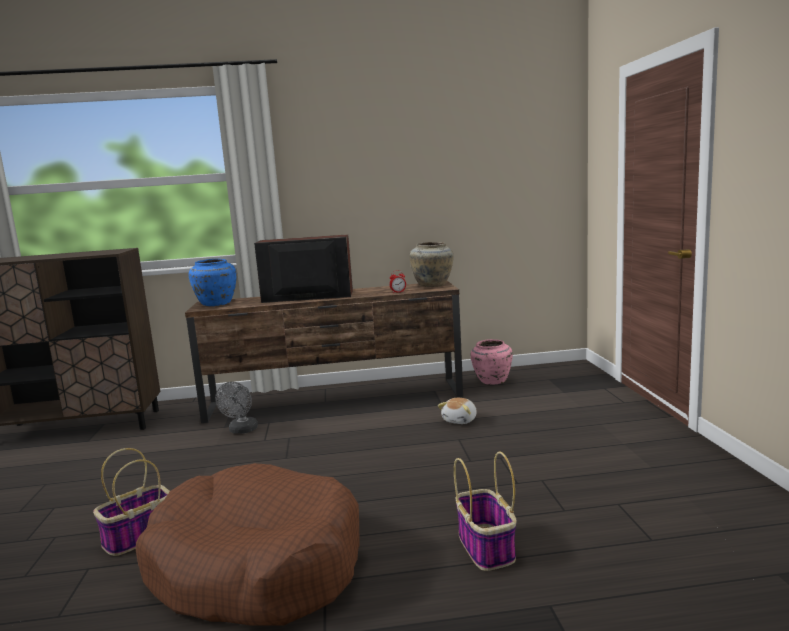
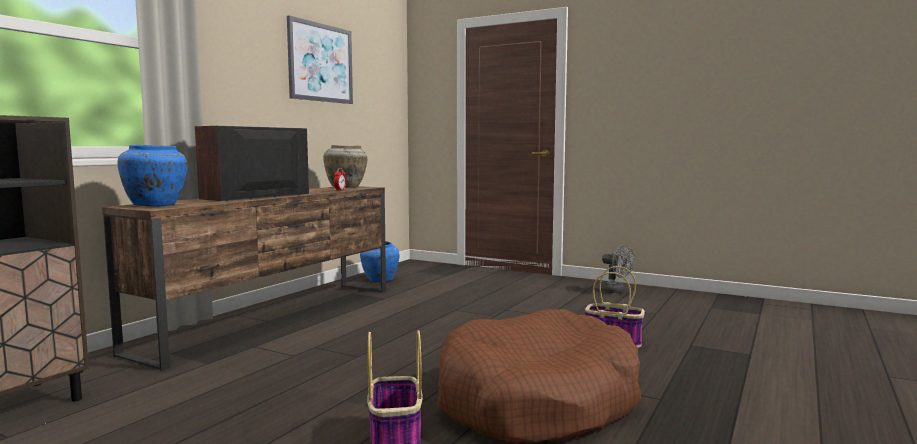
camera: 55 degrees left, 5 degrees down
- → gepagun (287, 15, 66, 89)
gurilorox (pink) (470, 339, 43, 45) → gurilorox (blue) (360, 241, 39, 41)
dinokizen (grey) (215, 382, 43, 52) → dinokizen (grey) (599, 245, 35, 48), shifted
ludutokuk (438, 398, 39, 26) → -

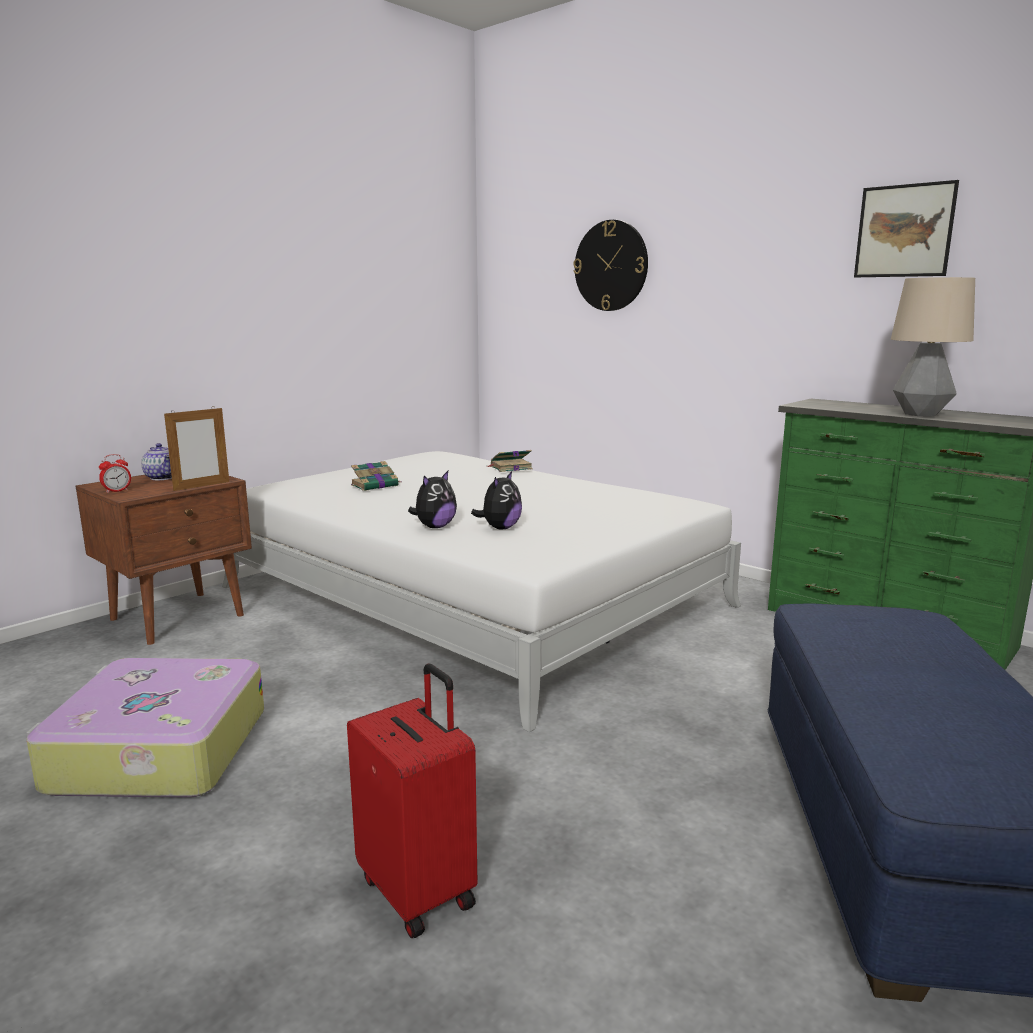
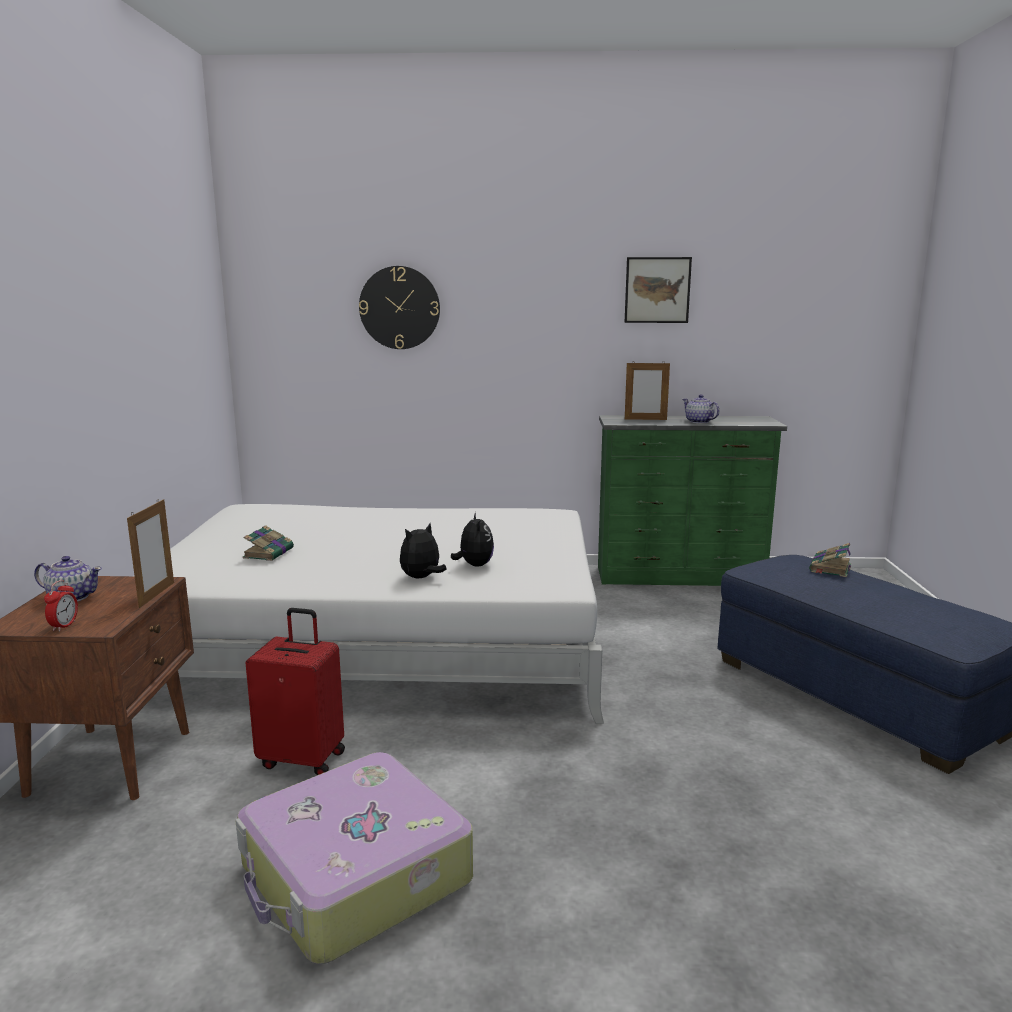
camera: 40 degrees left, 0 degrees up
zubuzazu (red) (347, 664, 130, 274) → zubuzazu (red) (246, 608, 99, 167), shifted
ludutokuk (408, 471, 49, 57) → ludutokuk (400, 523, 47, 55), 135 degrees counterclockwise
- → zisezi (625, 363, 45, 57)
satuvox (891, 277, 84, 140) → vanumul (683, 394, 37, 30)
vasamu (488, 450, 45, 22) → vasamu (809, 543, 42, 34), shifted

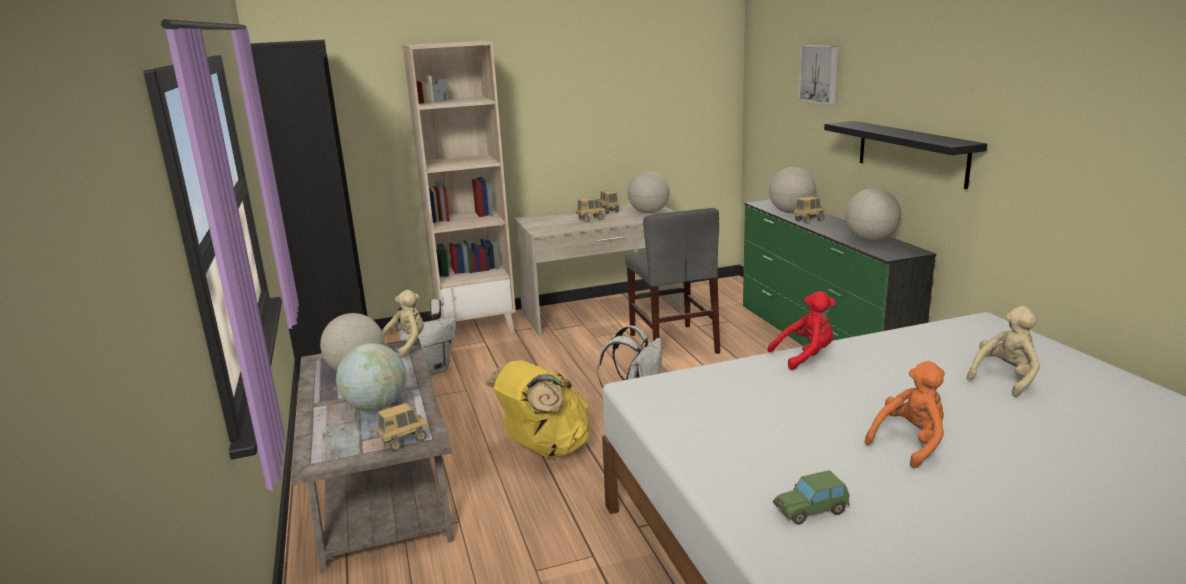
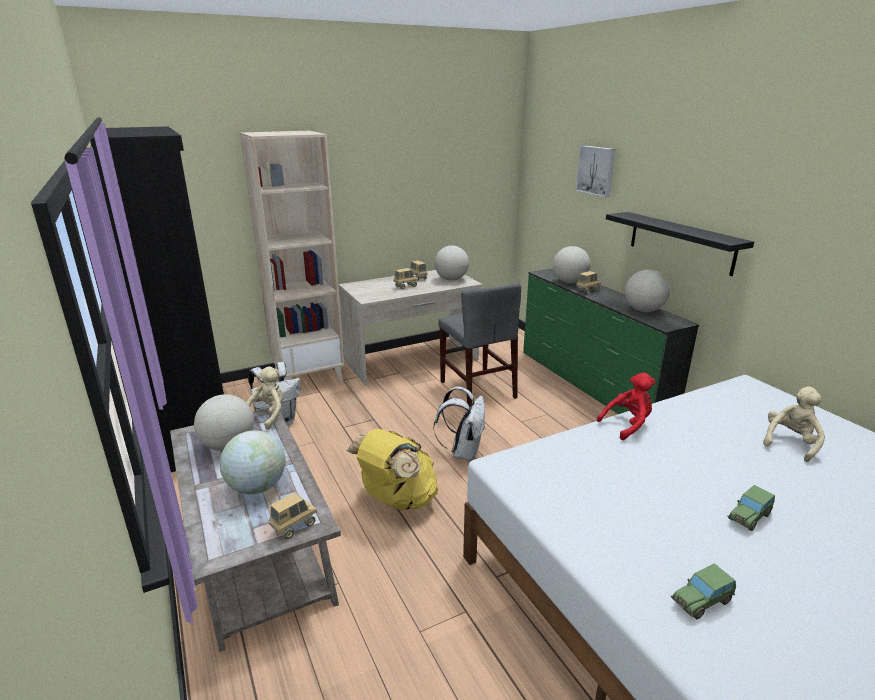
camera: 10 degrees left, 5 degrees up
ludutokuk (orange) (865, 361, 80, 107) → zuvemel (727, 485, 48, 46)

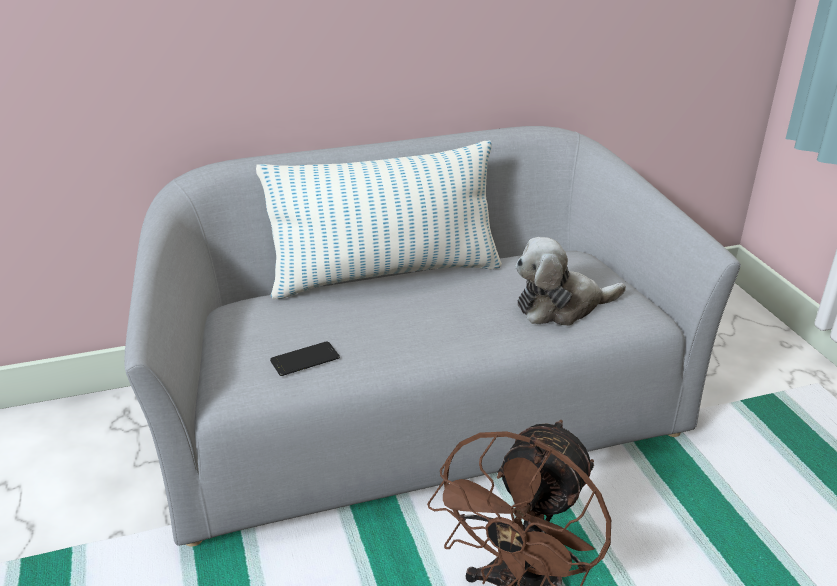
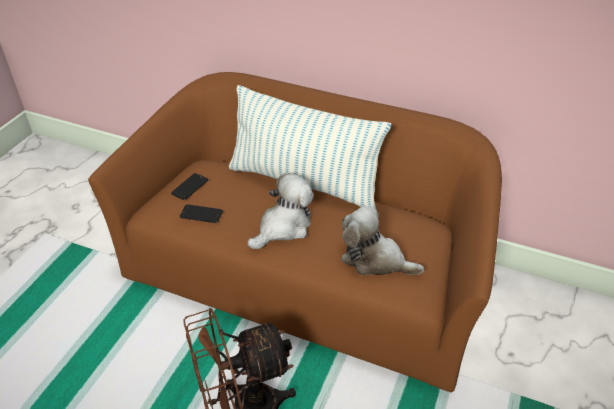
camera: 40 degrees right, 10 degrees up
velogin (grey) (124, 126, 617, 421) → velogin (brown) (88, 72, 414, 320)
- → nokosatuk (171, 173, 37, 27)
- → ludutokuk (247, 173, 67, 76)

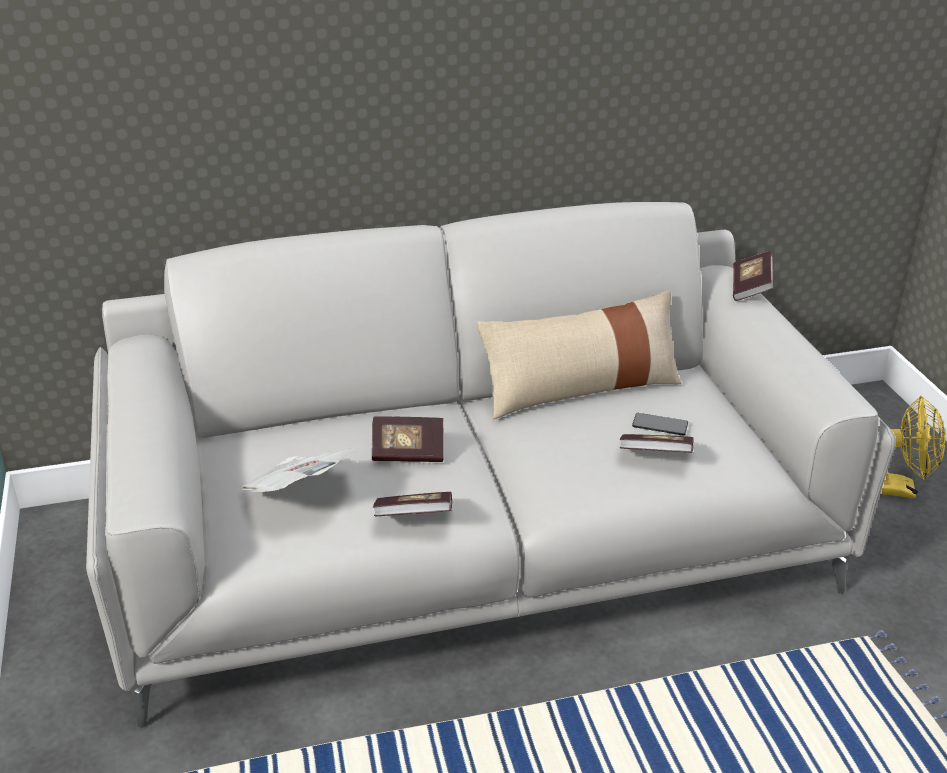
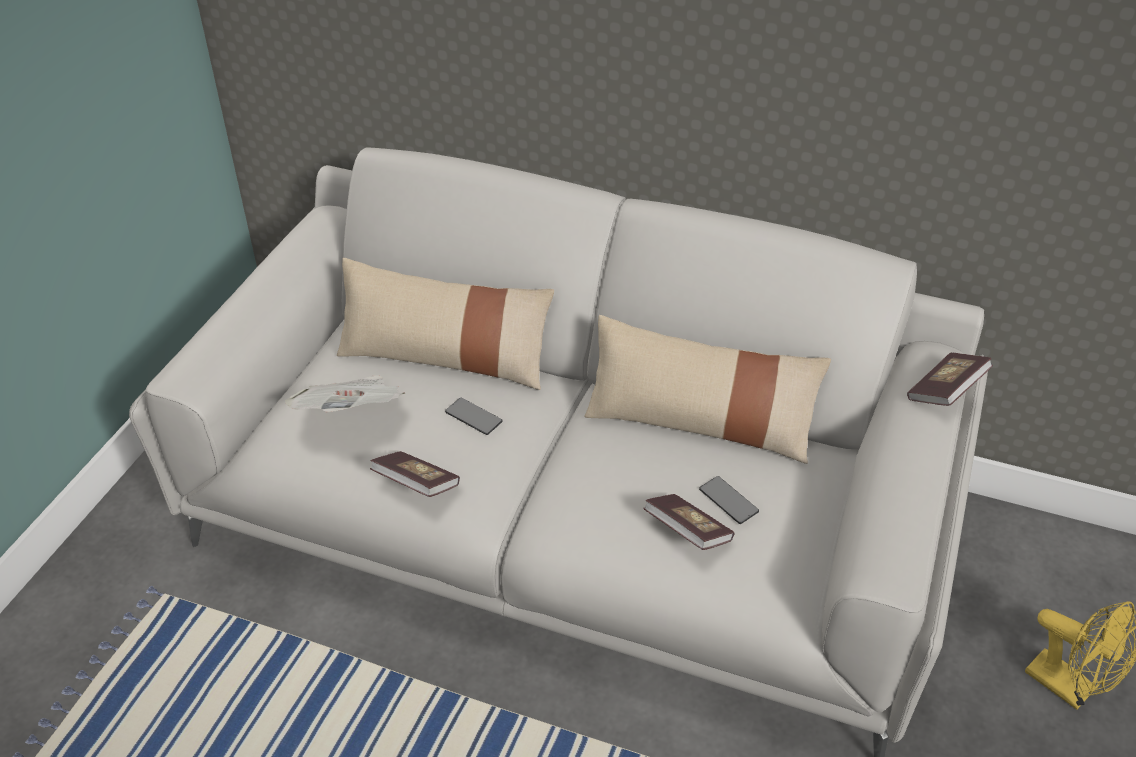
camera: 35 degrees right, 10 degrees up
- → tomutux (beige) (337, 258, 217, 132)
vasamu (372, 416, 72, 46) → nokosatuk (445, 398, 57, 37)

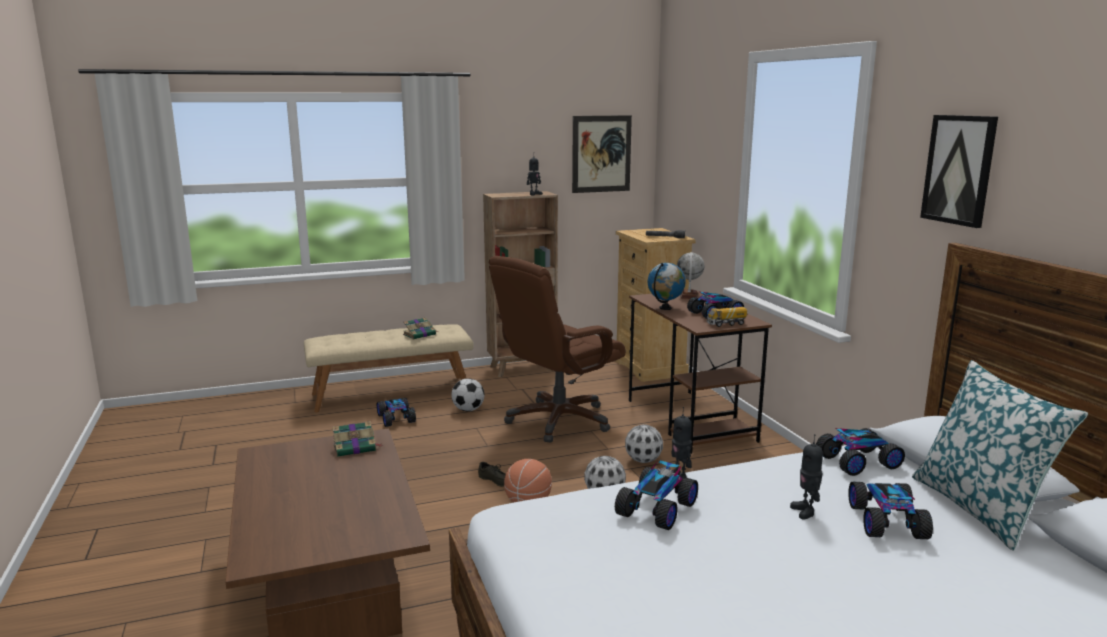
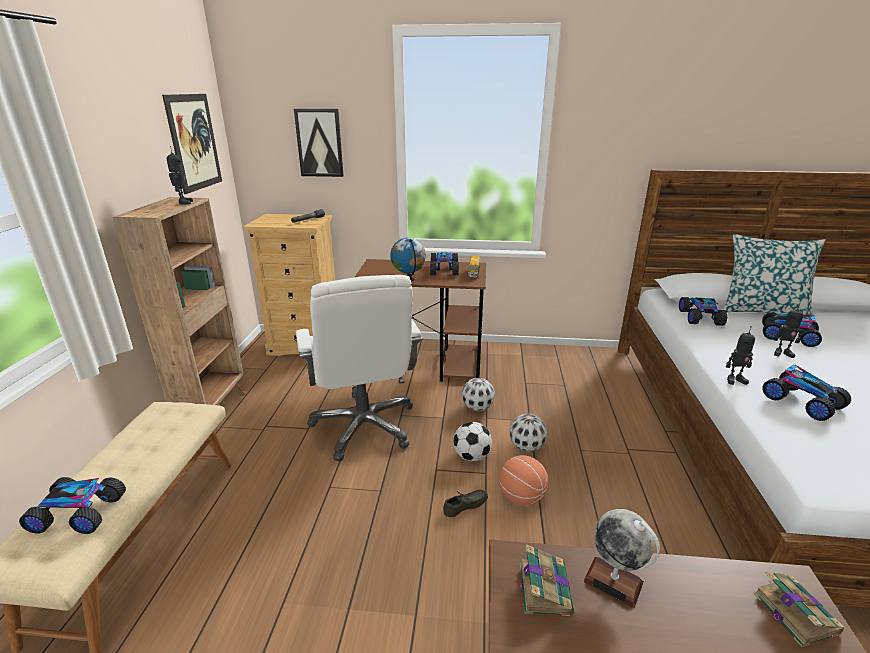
camera: 65 degrees left, 10 degrees up
zuvemel (377, 398, 39, 29) → zuvemel (19, 477, 107, 57), shifted
gepagun (920, 115, 78, 113) → gepagun (294, 109, 50, 68), shifted
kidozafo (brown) (489, 256, 137, 186) → kidozafo (white) (296, 275, 127, 187)
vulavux (451, 378, 33, 33) → vulavux (453, 422, 39, 39), shifted
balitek (677, 252, 28, 47) → balitek (584, 509, 76, 99), shifted
vasamu (403, 317, 33, 22) → vasamu (753, 572, 91, 75), shifted

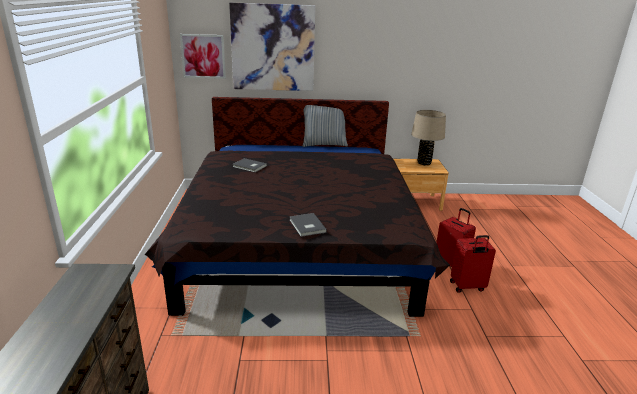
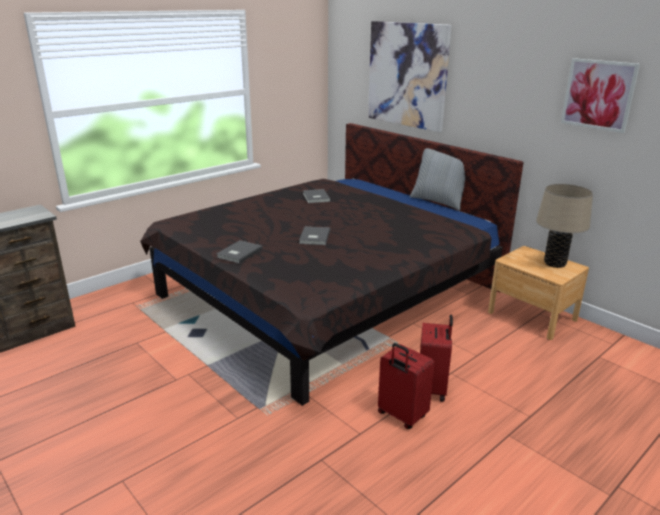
camera: 50 degrees right, 0 degrees up
- → vasamu (grey) (299, 227, 31, 18)
gepagun (180, 34, 46, 45) → gepagun (561, 58, 79, 75), shifted

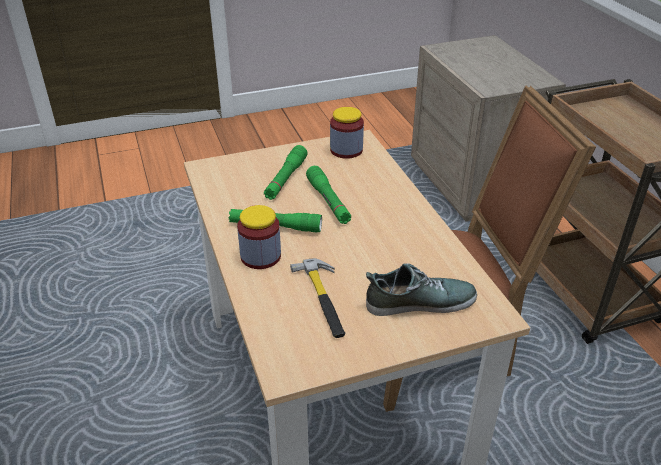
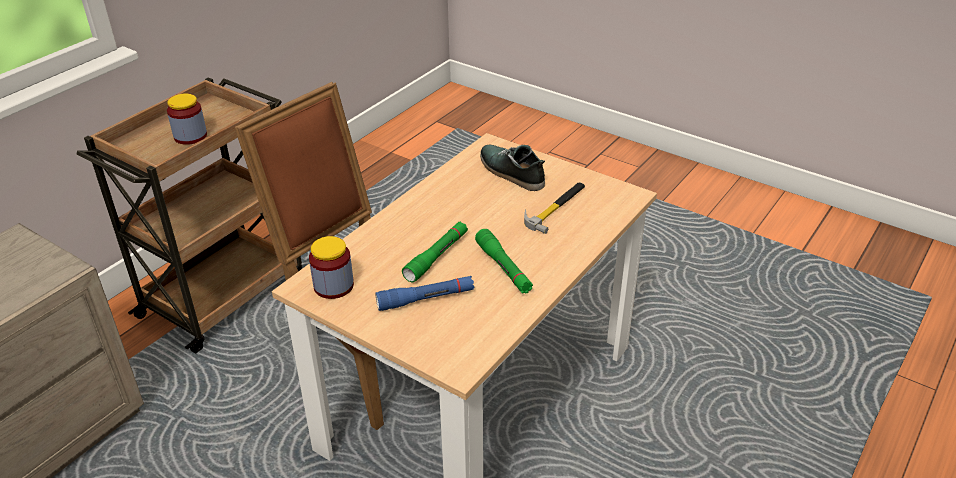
camera: 125 degrees left, 0 degrees up
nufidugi (237, 205, 44, 64) → nufidugi (167, 93, 40, 52), shifted
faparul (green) (264, 145, 43, 55) → faparul (blue) (375, 276, 99, 35)

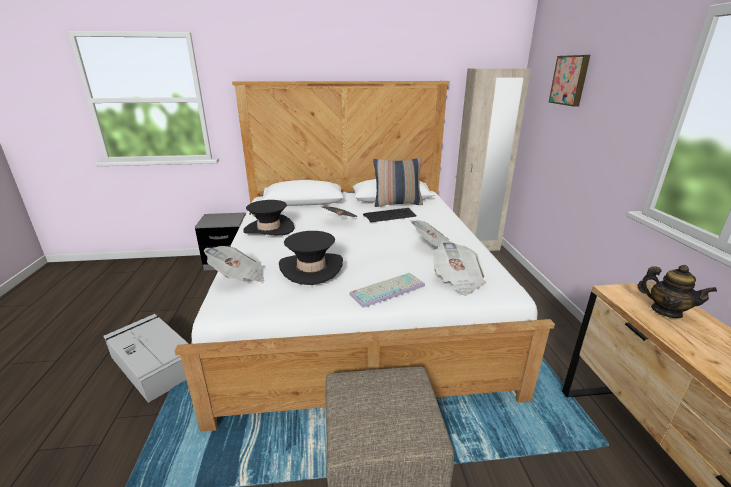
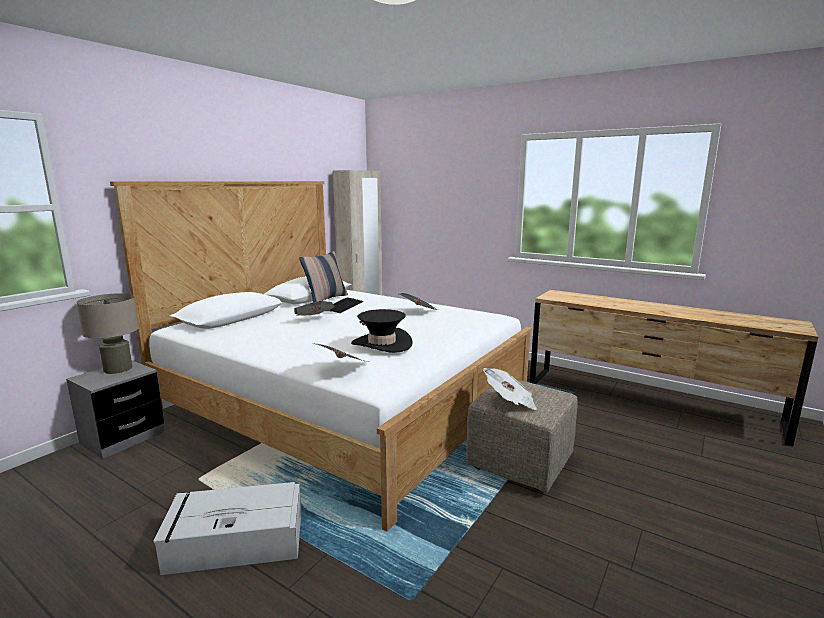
camera: 50 degrees left, 10 degrees down
- → satuvox (beige) (76, 293, 63, 81)
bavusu (433, 241, 53, 55) → bavusu (483, 368, 54, 42), shifted
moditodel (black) (243, 200, 52, 36) → -
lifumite (349, 273, 76, 35) → -
gepagun (549, 55, 41, 52) → -
vanumul (637, 265, 80, 53) → -

